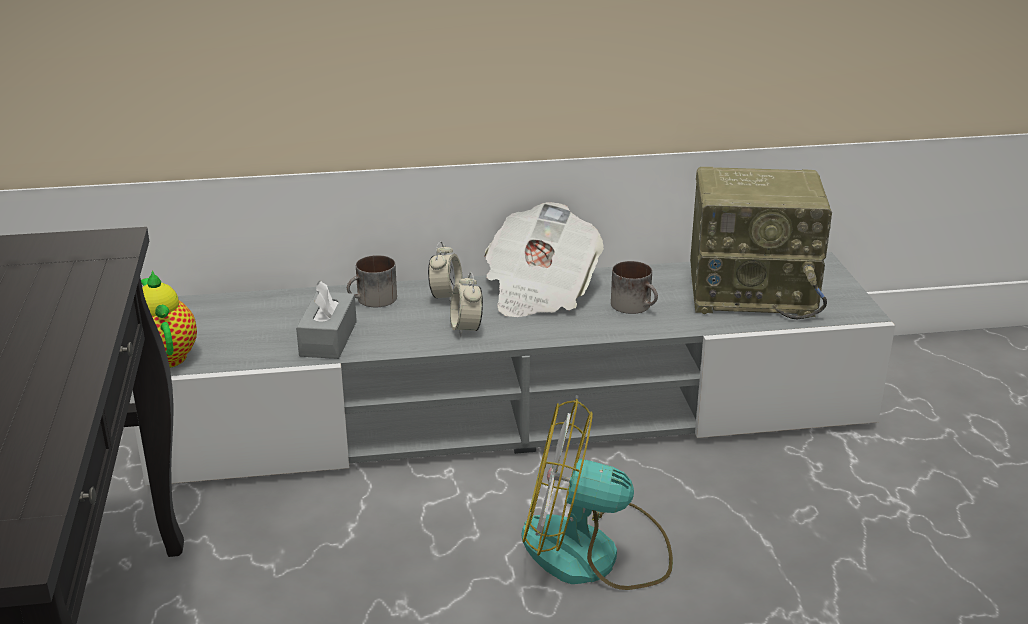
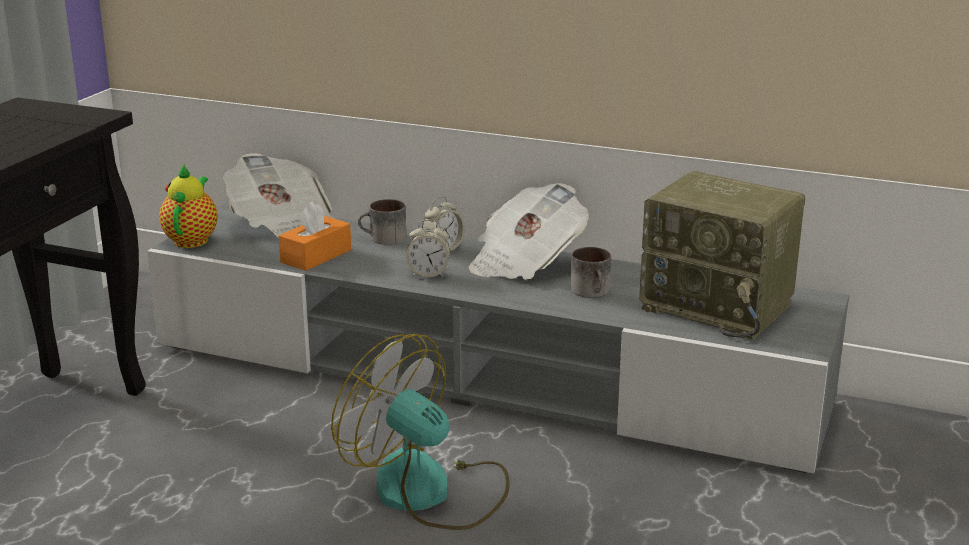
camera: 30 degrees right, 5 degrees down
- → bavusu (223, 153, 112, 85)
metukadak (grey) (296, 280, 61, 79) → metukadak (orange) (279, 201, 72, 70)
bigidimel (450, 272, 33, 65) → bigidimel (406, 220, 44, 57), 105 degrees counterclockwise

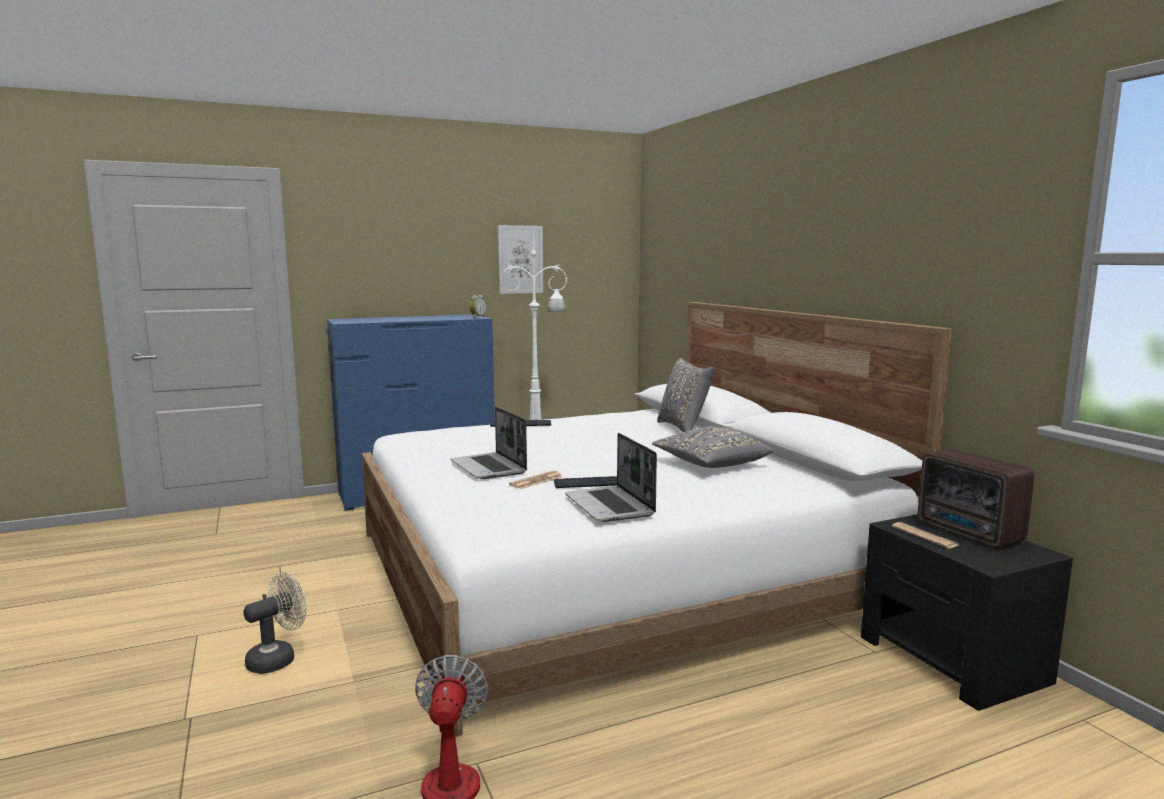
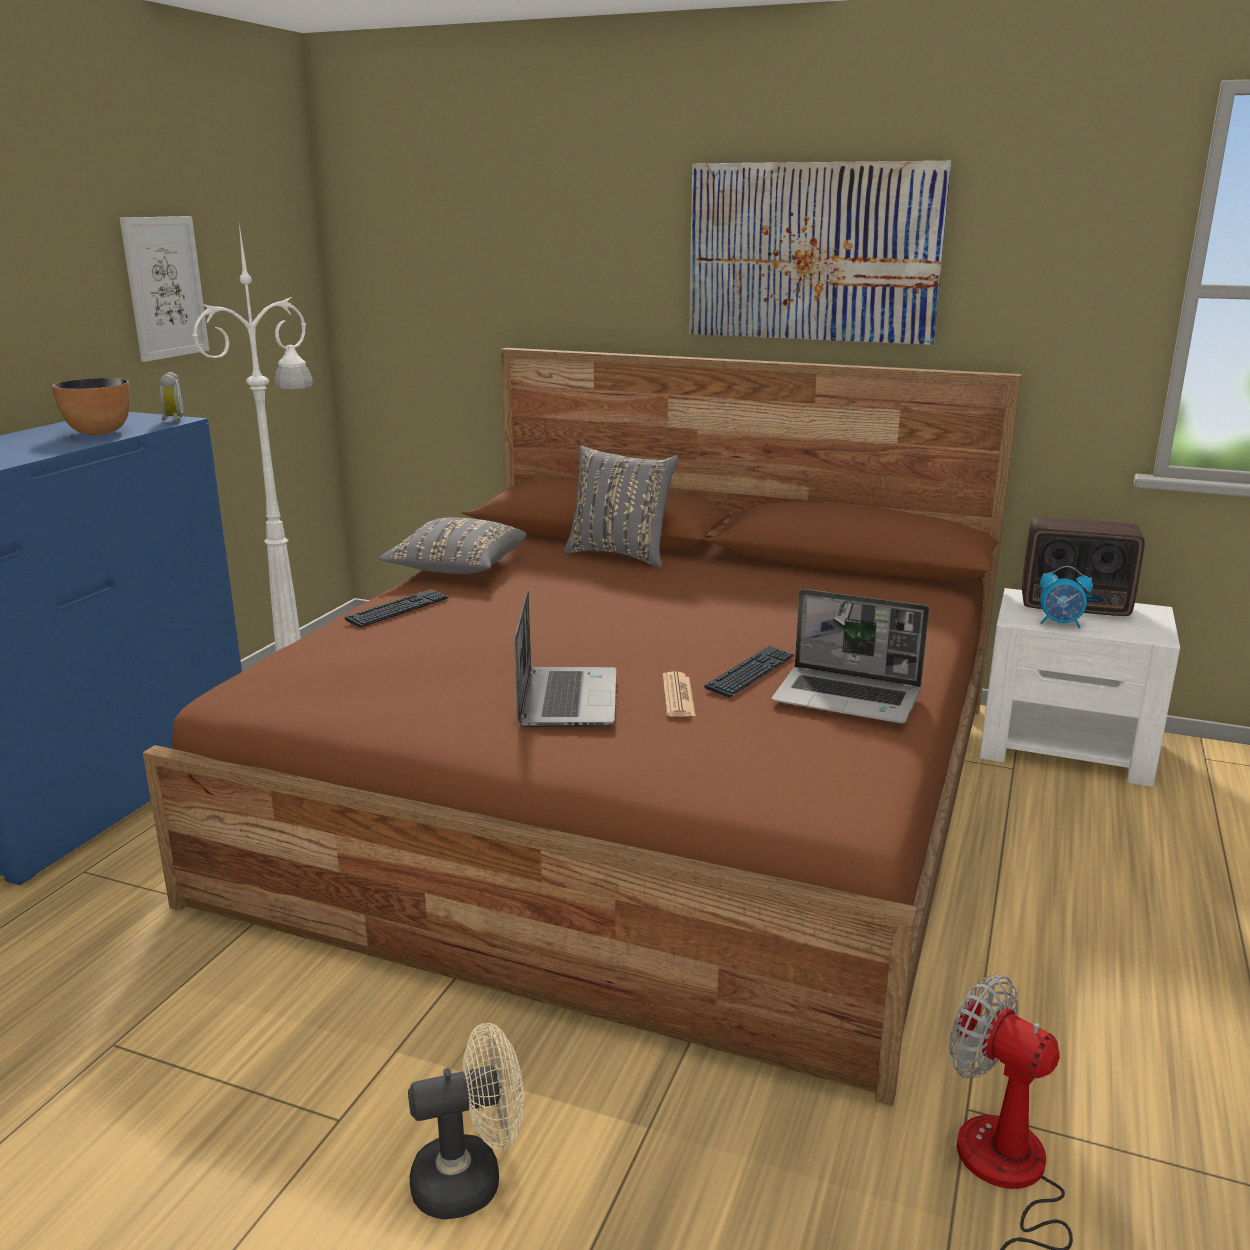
camera: 45 degrees left, 10 degrees up
- → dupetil (52, 378, 78, 57)
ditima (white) (362, 302, 590, 435) → ditima (brown) (143, 348, 879, 758)
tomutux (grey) (652, 426, 121, 42) → tomutux (grey) (380, 517, 147, 57), shifted
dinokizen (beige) (243, 572, 63, 102) → dinokizen (beige) (408, 1023, 116, 197), 75 degrees clockwise
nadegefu (450, 407, 77, 72) → nadegefu (514, 590, 102, 137), 105 degrees counterclockwise
- → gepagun (689, 161, 263, 184)
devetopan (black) (861, 514, 212, 197) → devetopan (white) (980, 588, 200, 199)
bavusu (892, 522, 67, 26) → bigidimel (1040, 566, 53, 62)

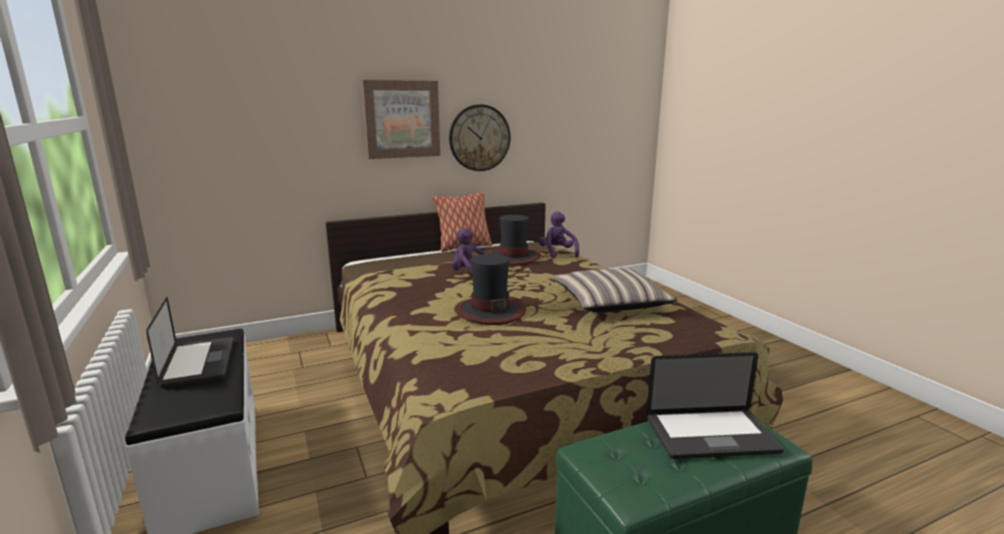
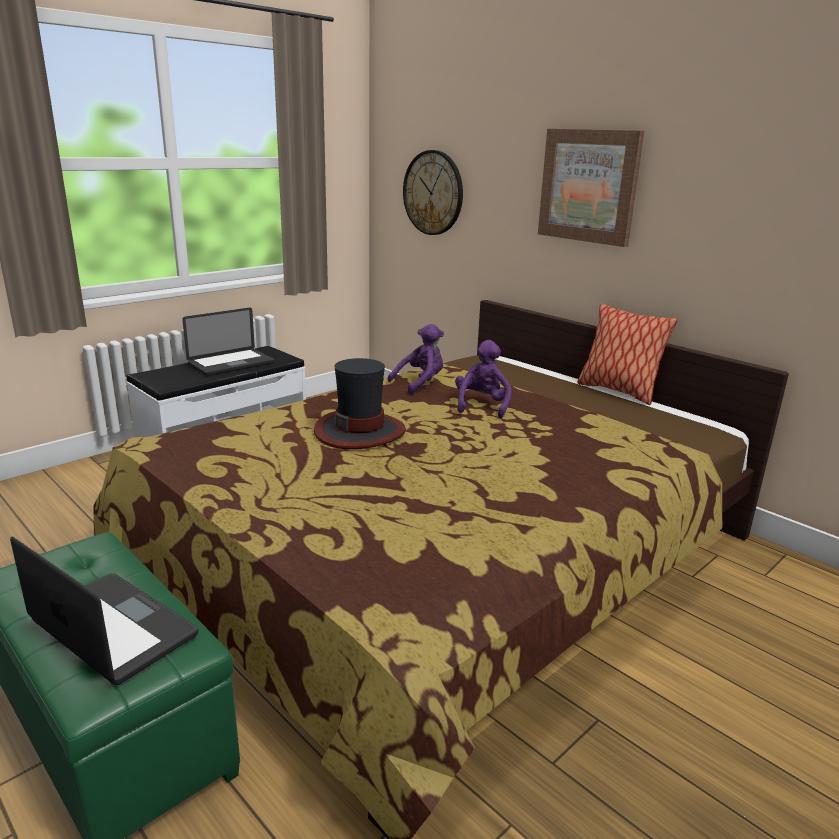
camera: 70 degrees right, 5 degrees up
nadegefu (647, 352, 137, 107) → nadegefu (10, 536, 188, 149), 150 degrees clockwise
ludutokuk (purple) (538, 211, 41, 47) → ludutokuk (purple) (387, 324, 57, 70), shifted
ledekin (449, 104, 62, 67) → ledekin (403, 150, 60, 85), shifted
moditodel (487, 215, 54, 50) → -
tomutux (553, 268, 125, 44) → -

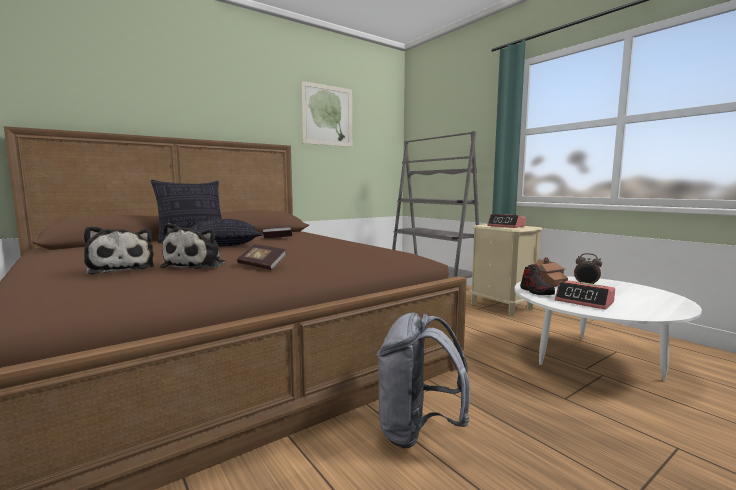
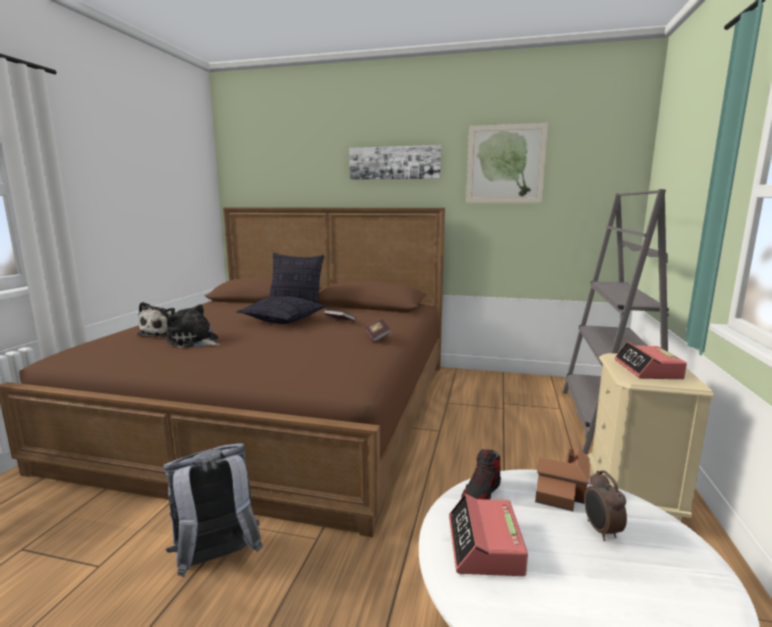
camera: 50 degrees right, 5 degrees up
ludutokuk (160, 223, 65, 46) → ludutokuk (166, 304, 54, 44), 60 degrees clockwise
- → gepagun (349, 145, 92, 35)
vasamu (237, 244, 50, 26) → vasamu (365, 319, 26, 23), shifted

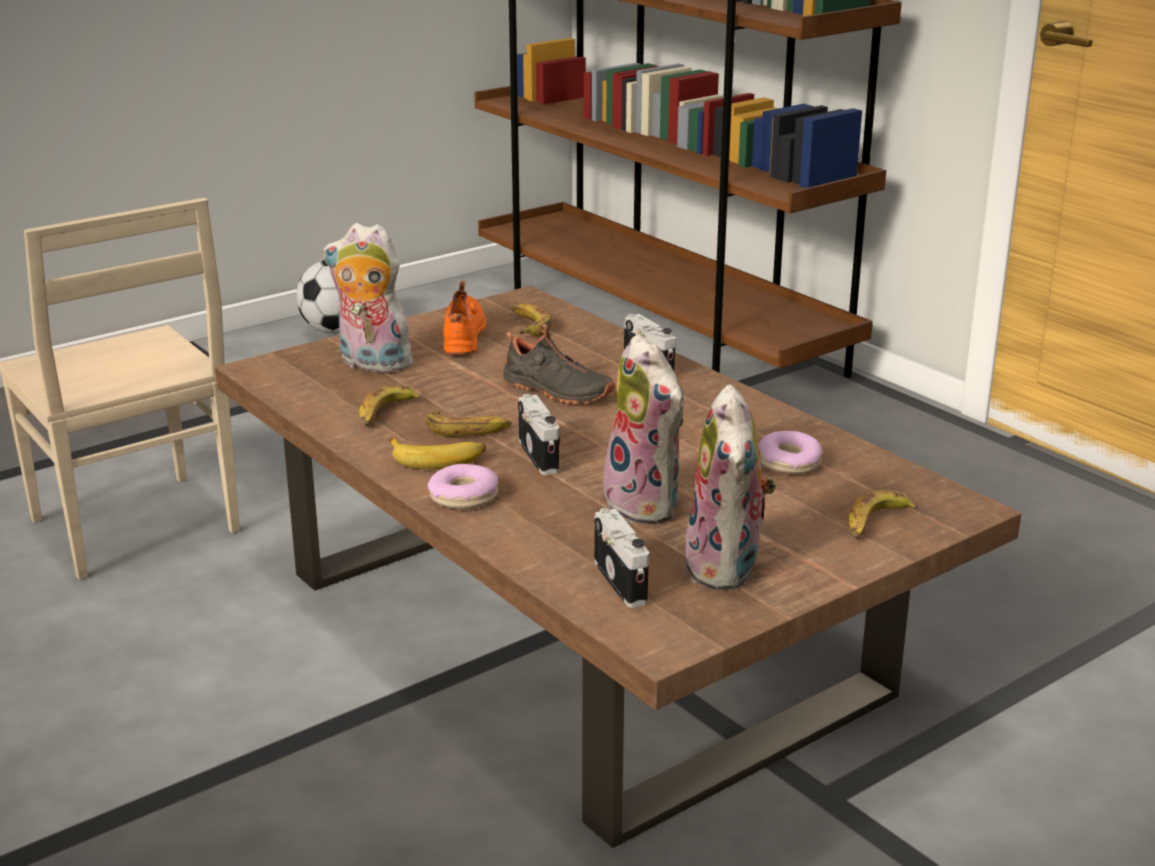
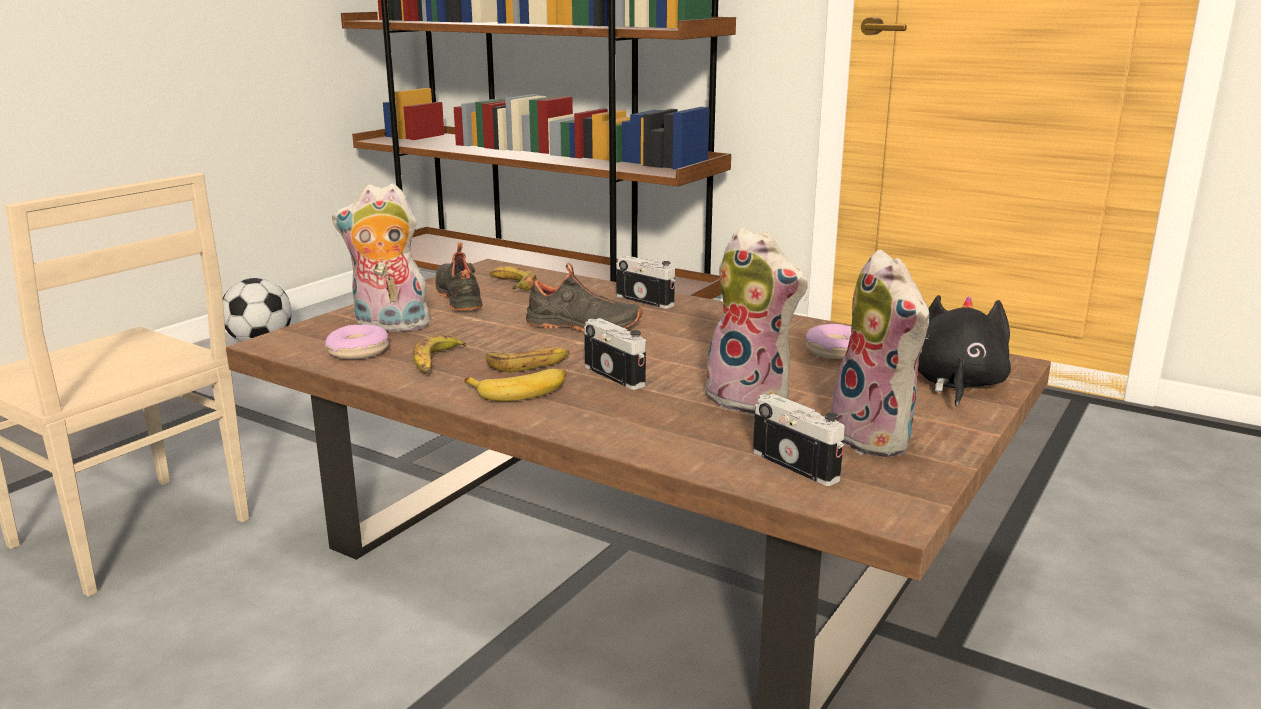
camera: 20 degrees left, 5 degrees down
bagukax (427, 464, 71, 45) → bagukax (325, 325, 63, 34), shifted
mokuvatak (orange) (443, 280, 43, 75) → mokuvatak (black) (436, 242, 47, 69)
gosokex (848, 490, 71, 49) → ludutokuk (black) (918, 295, 93, 111)

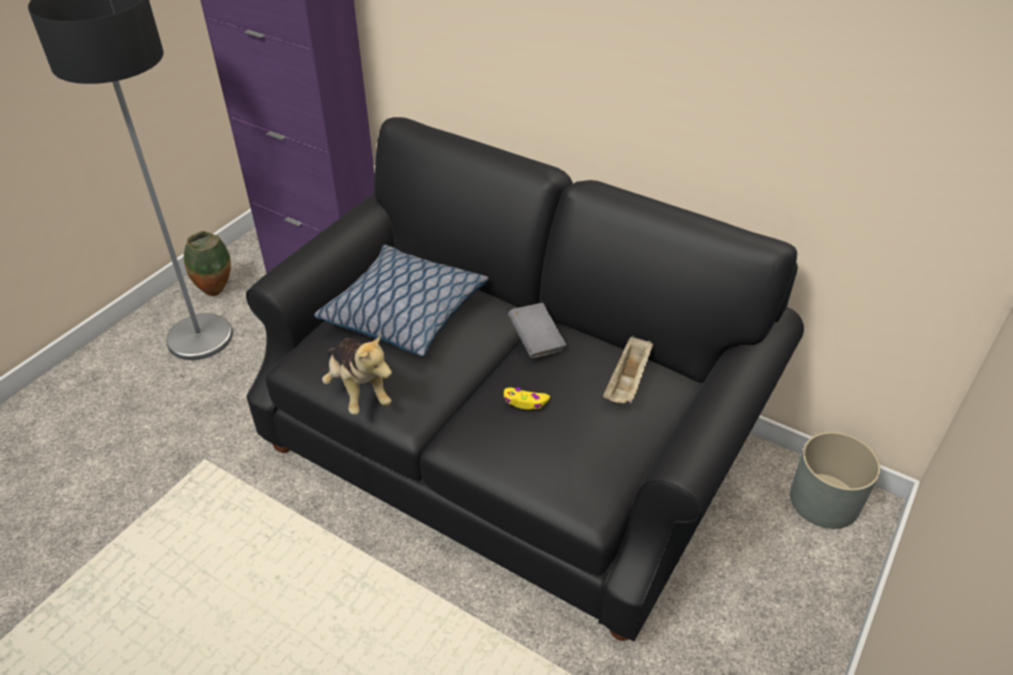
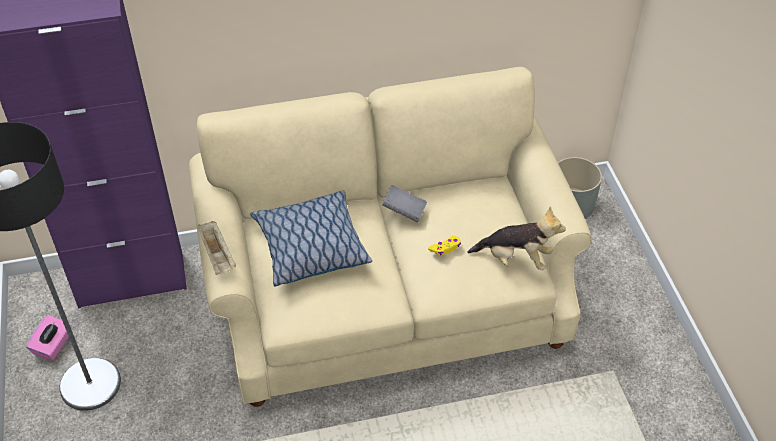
camera: 45 degrees left, 5 degrees up
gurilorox (184, 231, 47, 65) → metukadak (pink) (27, 315, 44, 46)
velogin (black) (246, 117, 558, 524) → velogin (beige) (189, 67, 403, 340)
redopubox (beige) (603, 336, 50, 67) → redopubox (beige) (198, 221, 38, 54), shifted
ludutokuk (322, 333, 70, 82) → ludutokuk (467, 206, 99, 64), shifted

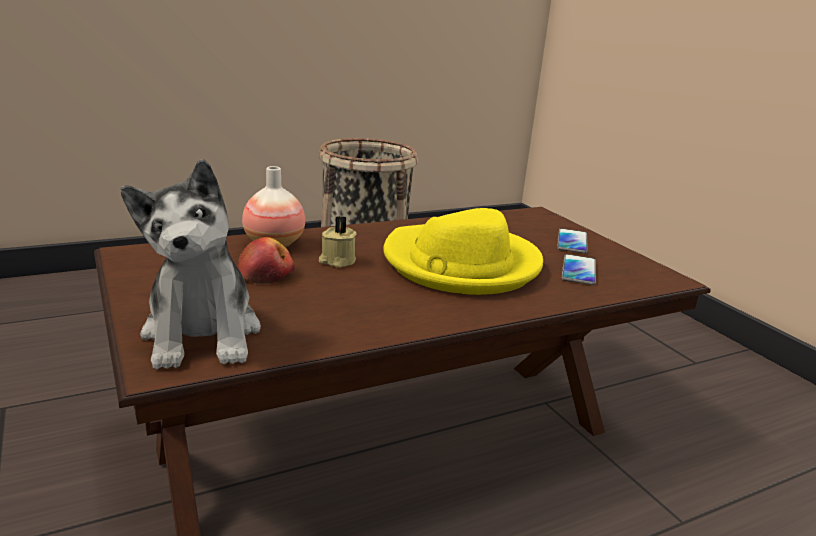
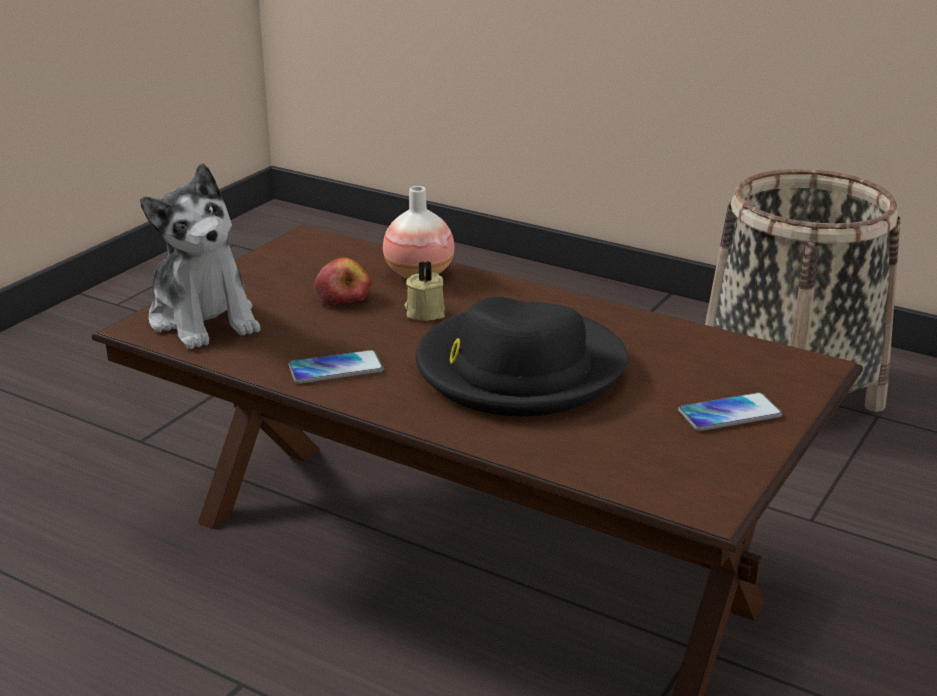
camera: 60 degrees right, 5 degrees up
ludutokuk (121, 159, 140, 210) → ludutokuk (140, 163, 120, 187), 75 degrees counterclockwise
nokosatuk (562, 254, 34, 31) → nokosatuk (288, 350, 96, 34), shifted
moditodel (yellow) (383, 208, 160, 87) → moditodel (black) (416, 297, 212, 120)

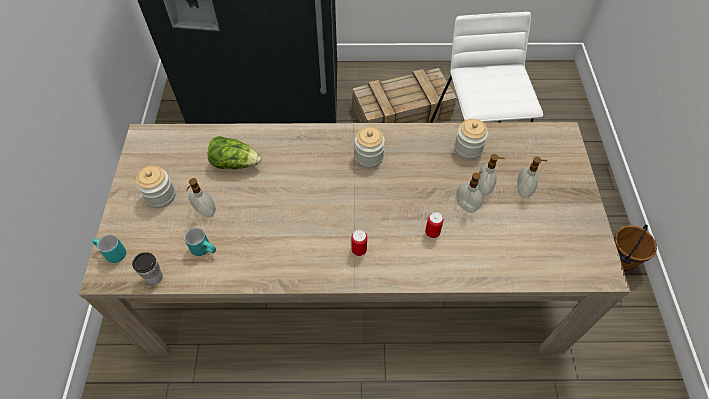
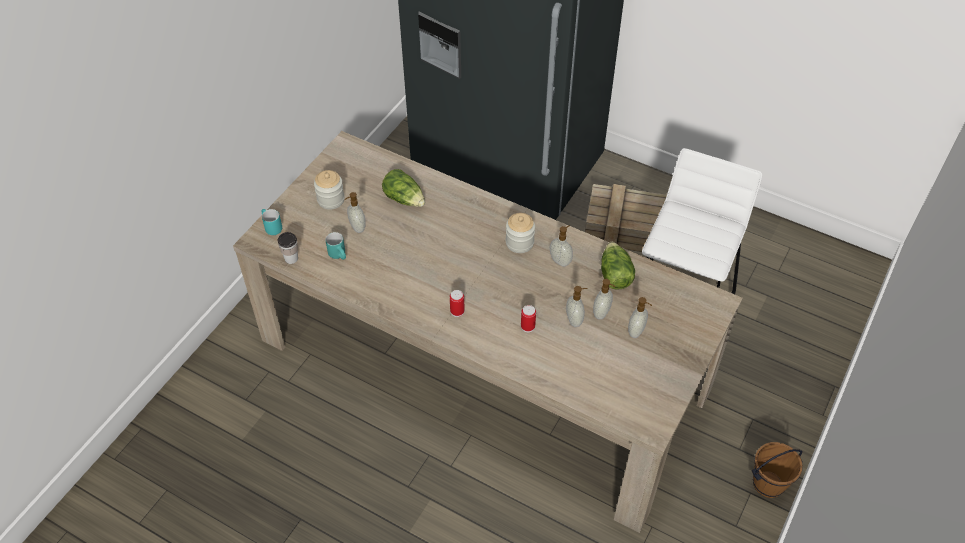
camera: 30 degrees right, 5 degrees down
- → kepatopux (550, 225, 23, 42)
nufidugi (454, 119, 34, 41) → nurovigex (601, 242, 34, 48)

